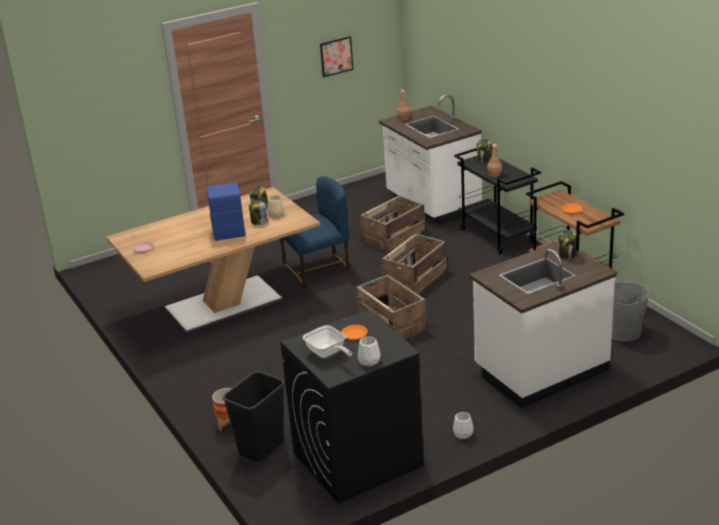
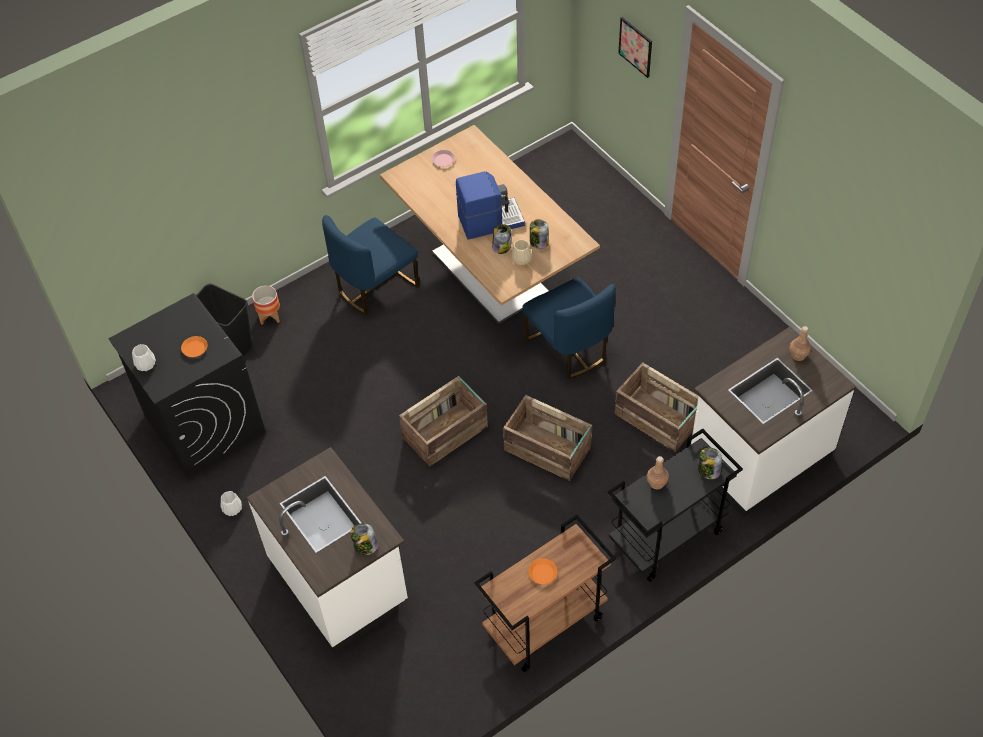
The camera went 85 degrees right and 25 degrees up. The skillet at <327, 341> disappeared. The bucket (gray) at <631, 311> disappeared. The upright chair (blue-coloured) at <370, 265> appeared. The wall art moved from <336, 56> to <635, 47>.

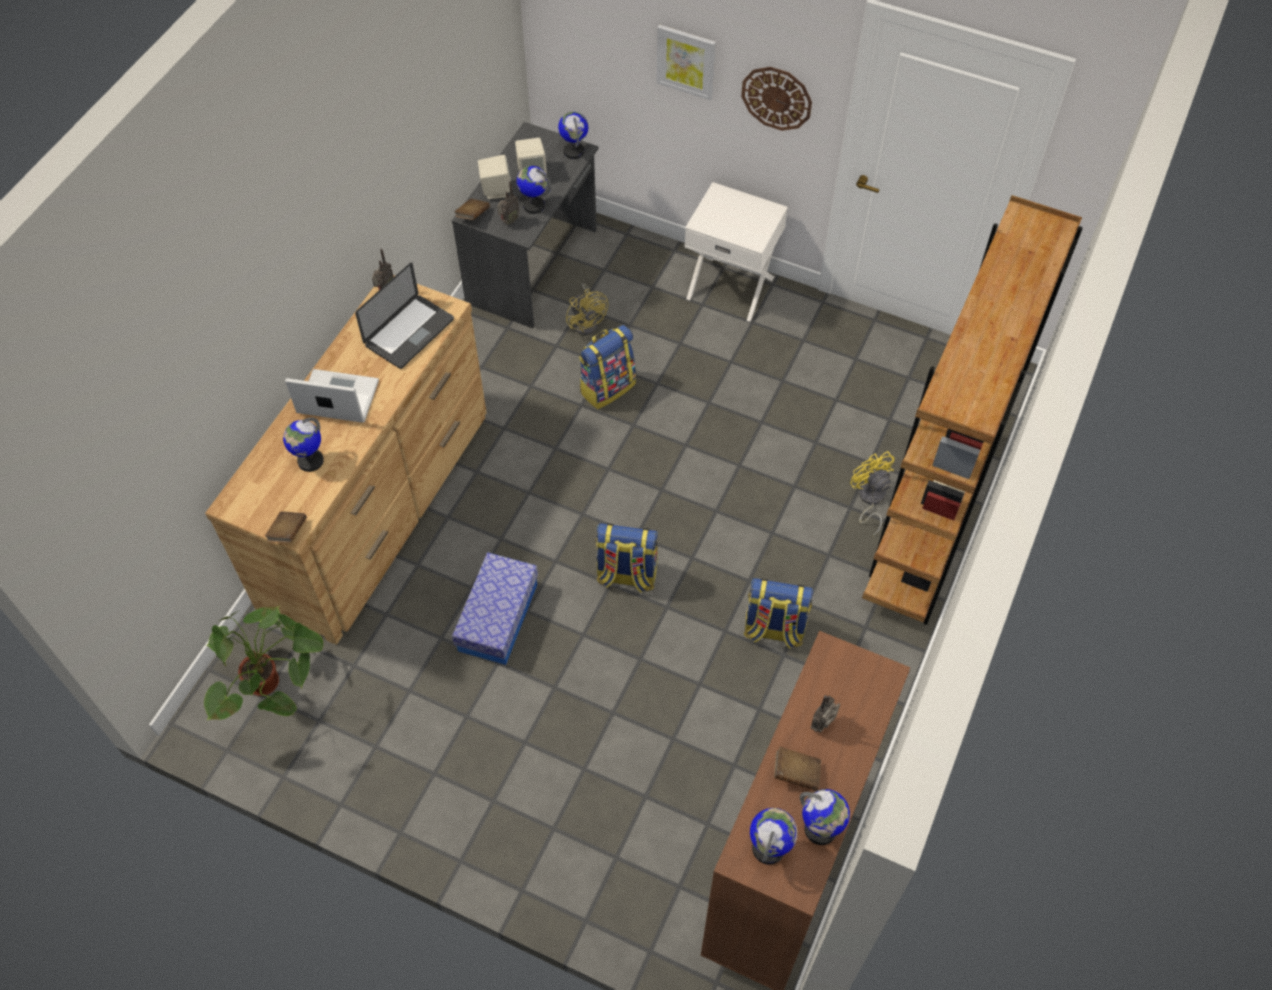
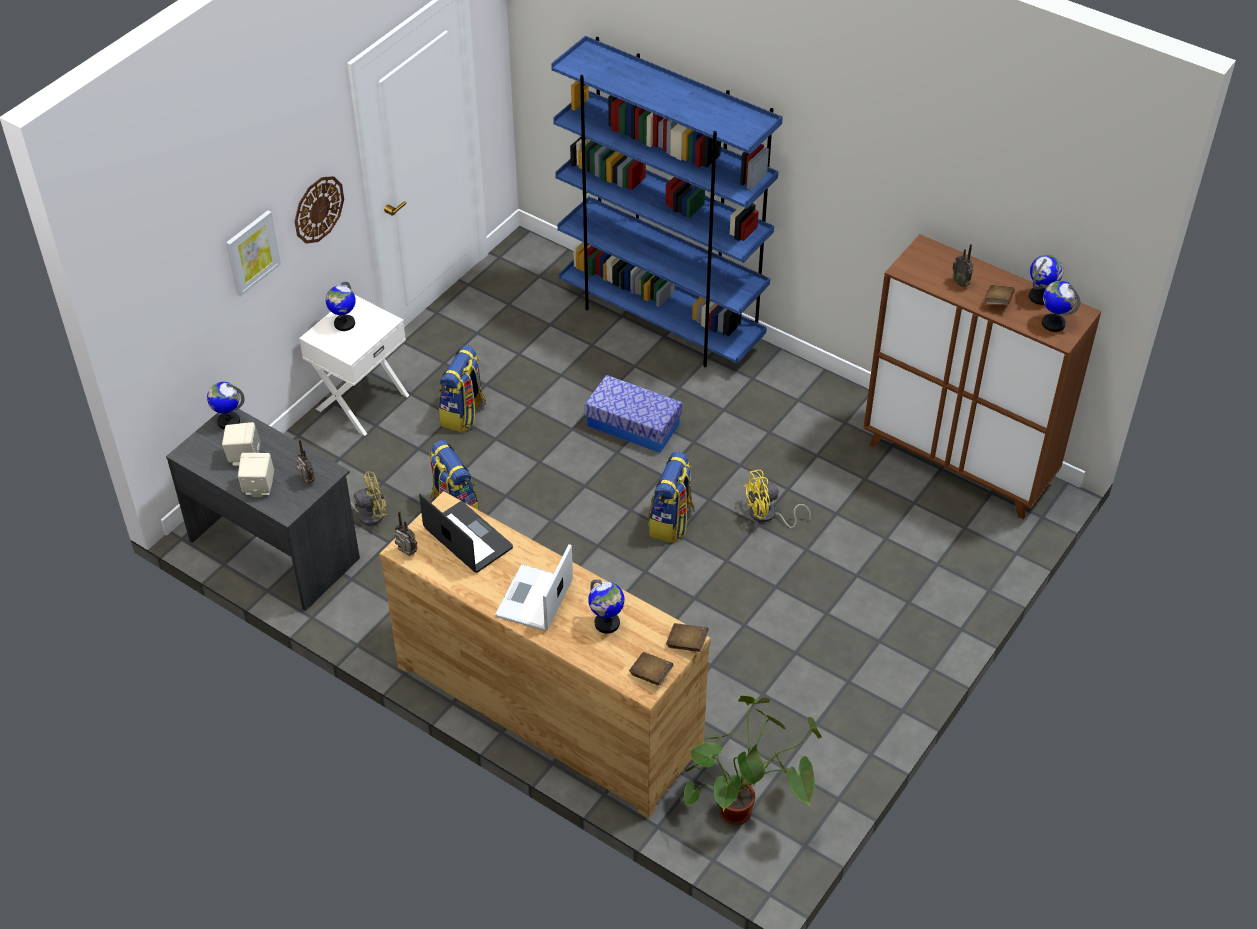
The camera went 80 degrees left and 10 degrees down. The storage box moved from <495, 608> to <633, 414>. The book (brownish) moved from <472, 209> to <651, 669>. The world globe moved from <534, 190> to <341, 306>. The backpack moved from <779, 613> to <462, 389>. The cooling fan (yellowish) moved from <872, 493> to <777, 499>. The bookcase (brownish) at <972, 410> became the bookcase (blue-coloured) at <667, 201>.

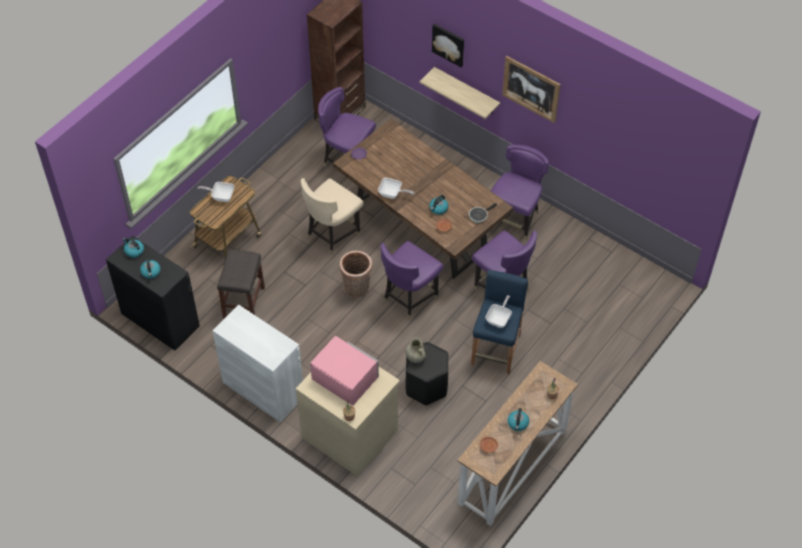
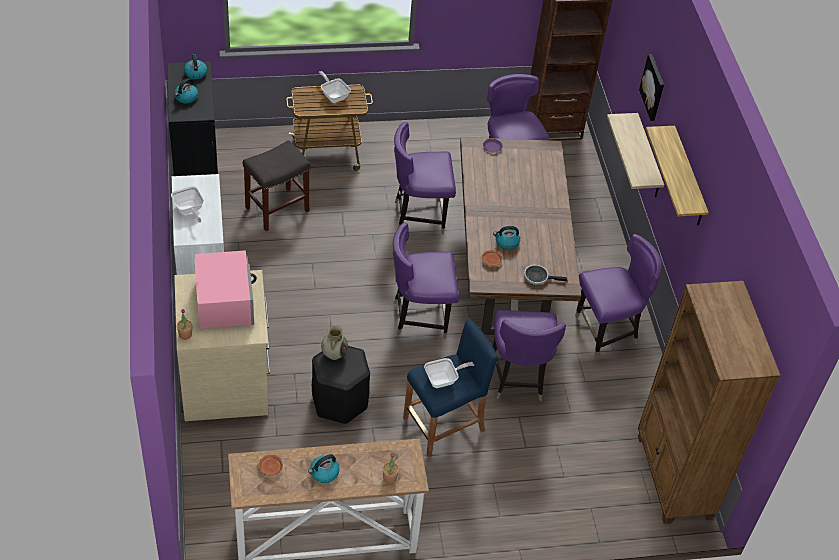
The camera went 40 degrees right and 5 degrees down. The storage basket at <356, 274> disappeared. The bookcase (brownish) at <709, 402> appeared. The skillet moved from <396, 188> to <187, 204>. The wall art at <531, 89> was replaced by the shelf at <677, 175>. The upright chair (sand-coloured) at <332, 216> became the upright chair (purple) at <425, 178>.

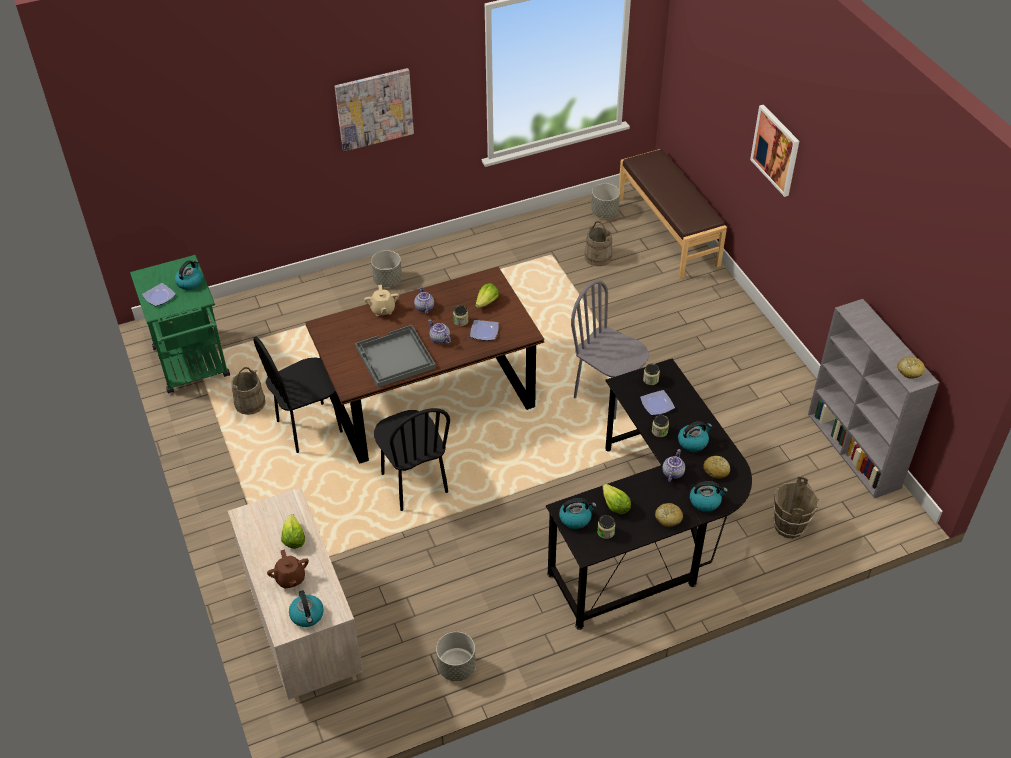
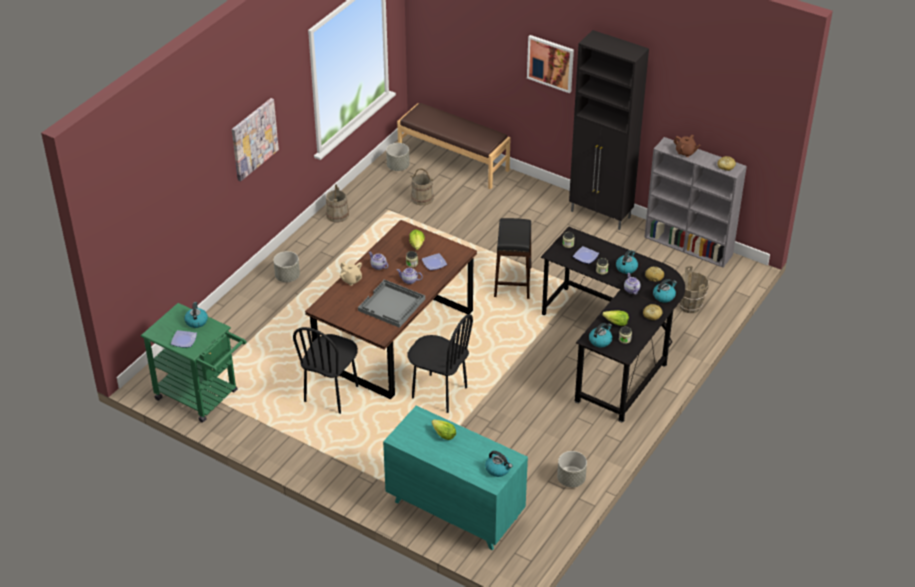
The camera went 35 degrees left and 5 degrees down. The cupboard (blackish) at <609, 130> appeared. The bucket (sand-coloured) moved from <248, 391> to <337, 203>. The pot for tea (brownish) moved from <288, 569> to <687, 146>. The upright chair (gray) at <610, 350> was replaced by the sitting stool (blackish) at <512, 258>. The chest of drawers (sand-coloured) at <295, 594> became the chest of drawers (turquoise-coloured) at <455, 478>.

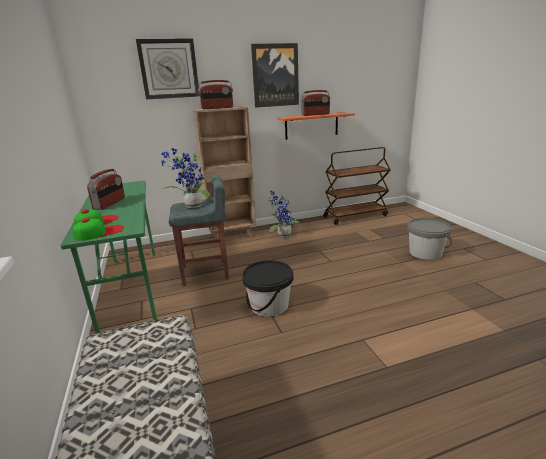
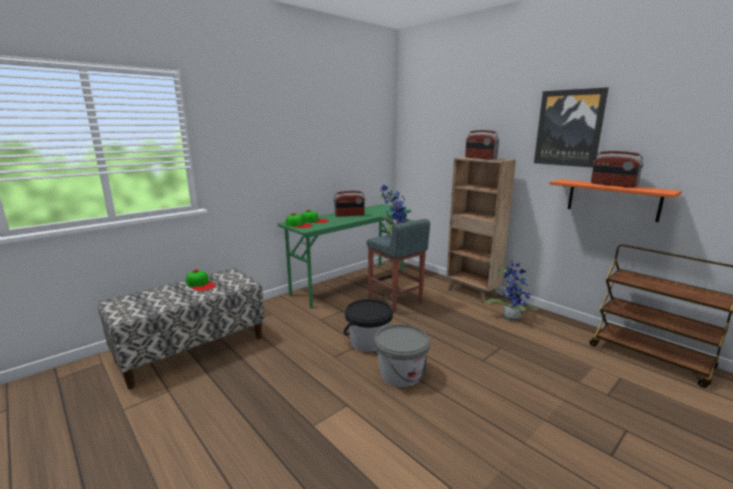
The camera went 65 degrees right and 5 degrees down. The clock on the wall at <168, 68> disappeared. The baseball cap at <201, 280> appeared. The bucket (gray) moved from <429, 239> to <402, 355>.

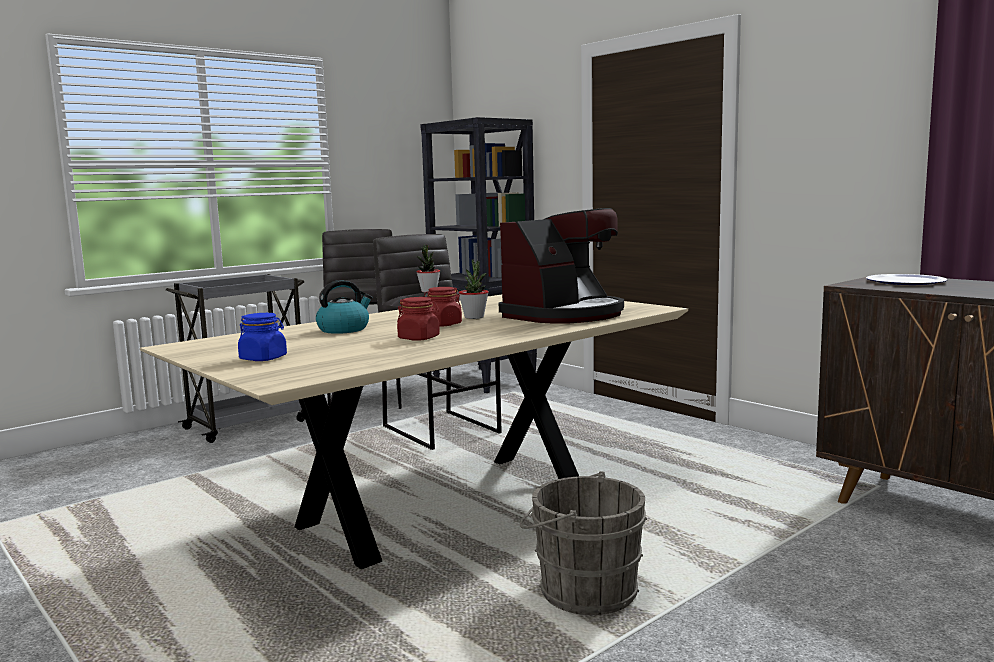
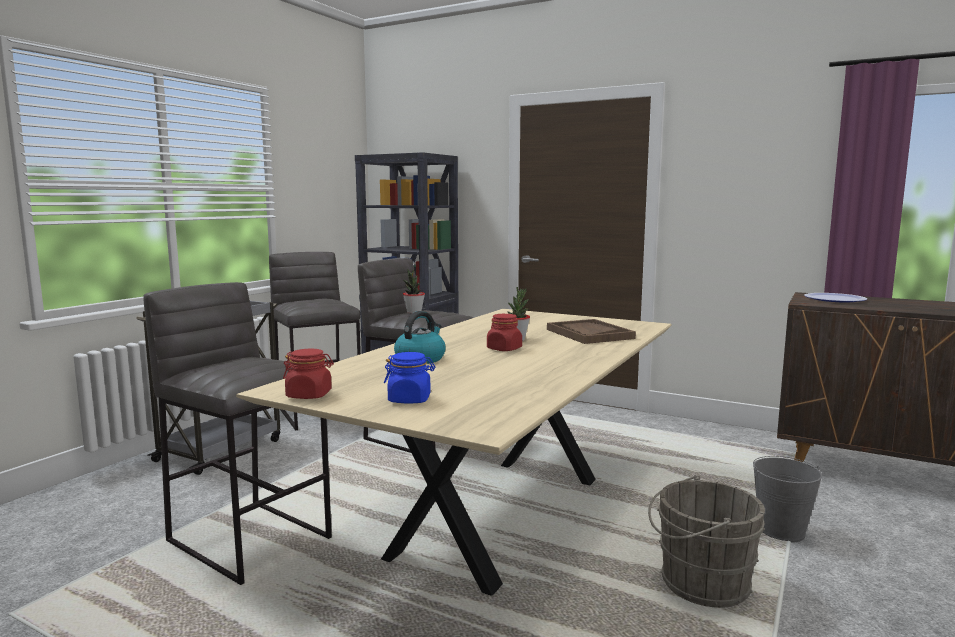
The camera went 20 degrees left and 0 degrees up. The sitting stool (gray) at <237, 433> appeared. The bucket (gray) at <787, 499> appeared. The preserve jar (reddish) moved from <418, 319> to <308, 374>. The coffee brewer at <561, 266> was replaced by the tray (brownish) at <591, 331>.

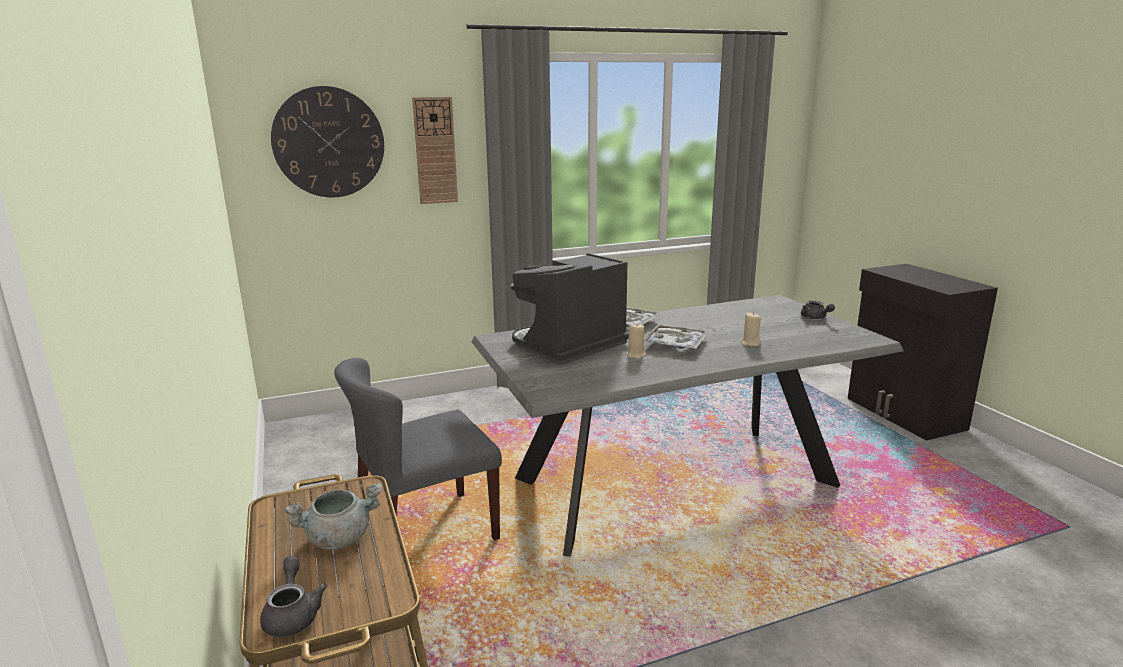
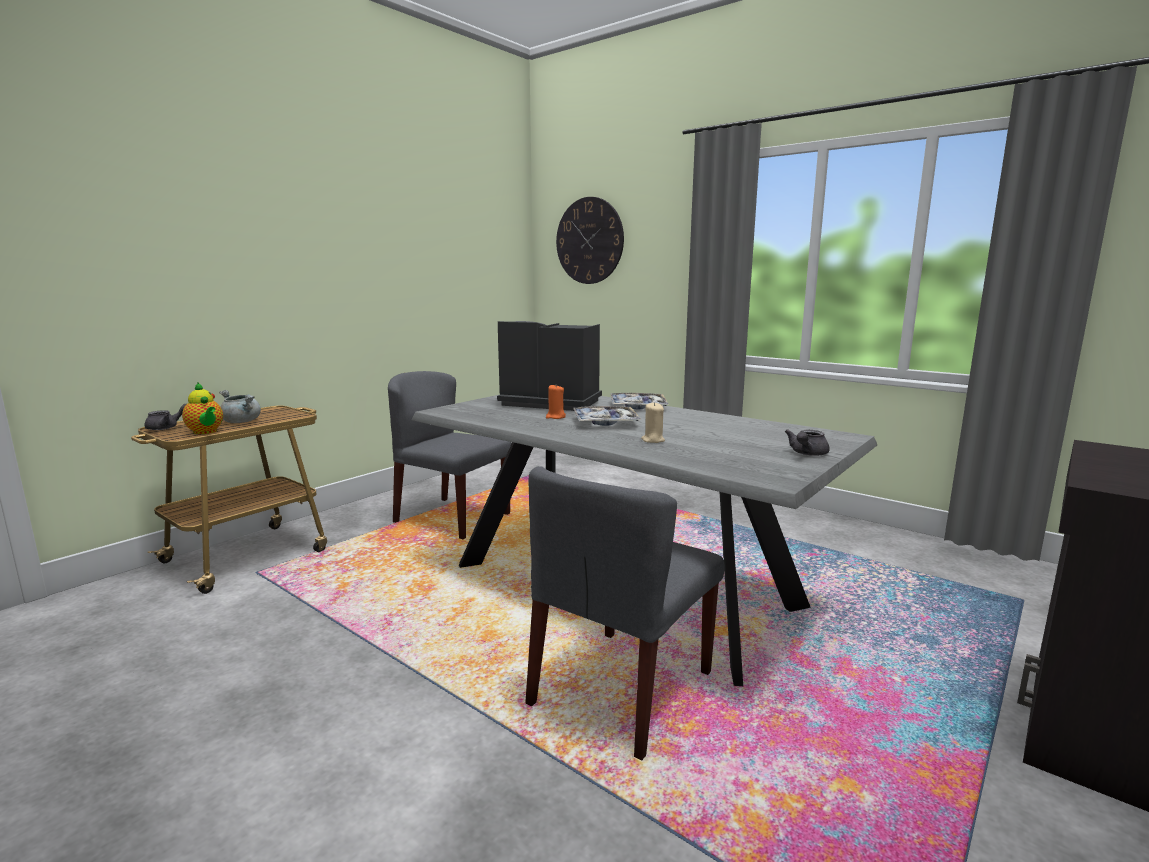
The camera went 60 degrees right and 5 degrees down. The clock on the wall at <435, 150> disappeared. The pot for tea at <202, 408> appeared. The upright chair (gray) at <625, 613> appeared. The wax candle (sand-coloured) at <636, 341> became the wax candle (orangey) at <556, 402>.

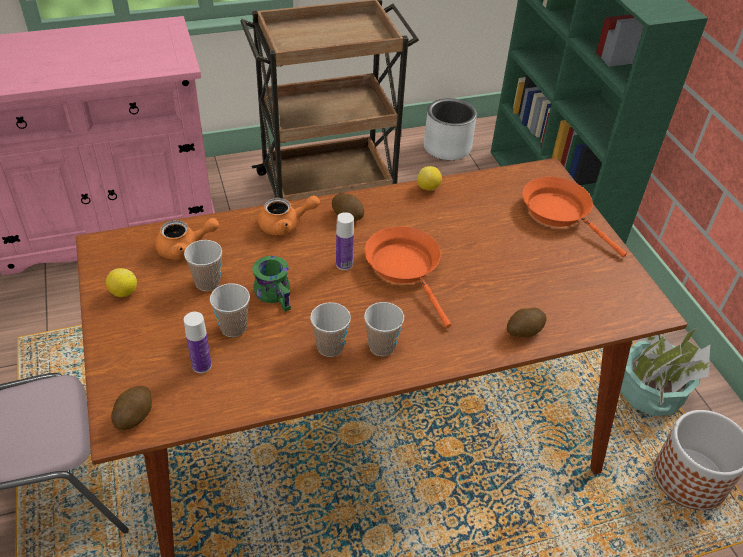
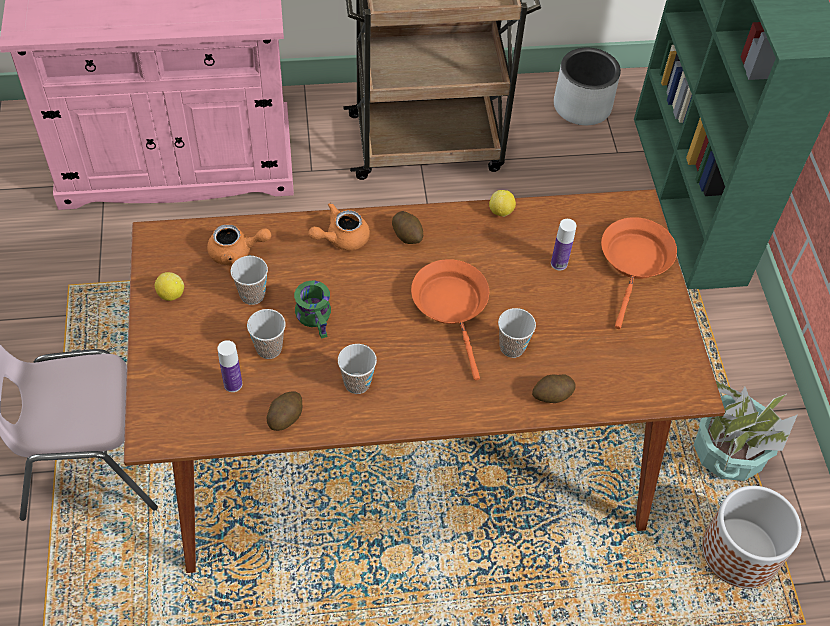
The camera went 10 degrees right and 10 degrees up. The spud moved from <131, 408> to <284, 411>. The bottle moved from <345, 241> to <563, 244>. The cup moved from <384, 329> to <517, 333>. The pot for tea (orangey) at <289, 215> turned 150 degrees clockwise. The skillet (orangey) at <574, 217> turned 45 degrees clockwise.

